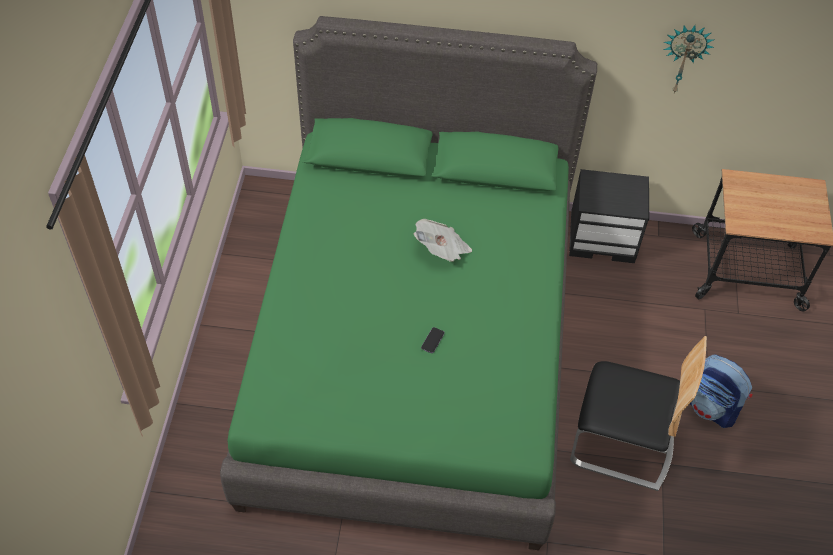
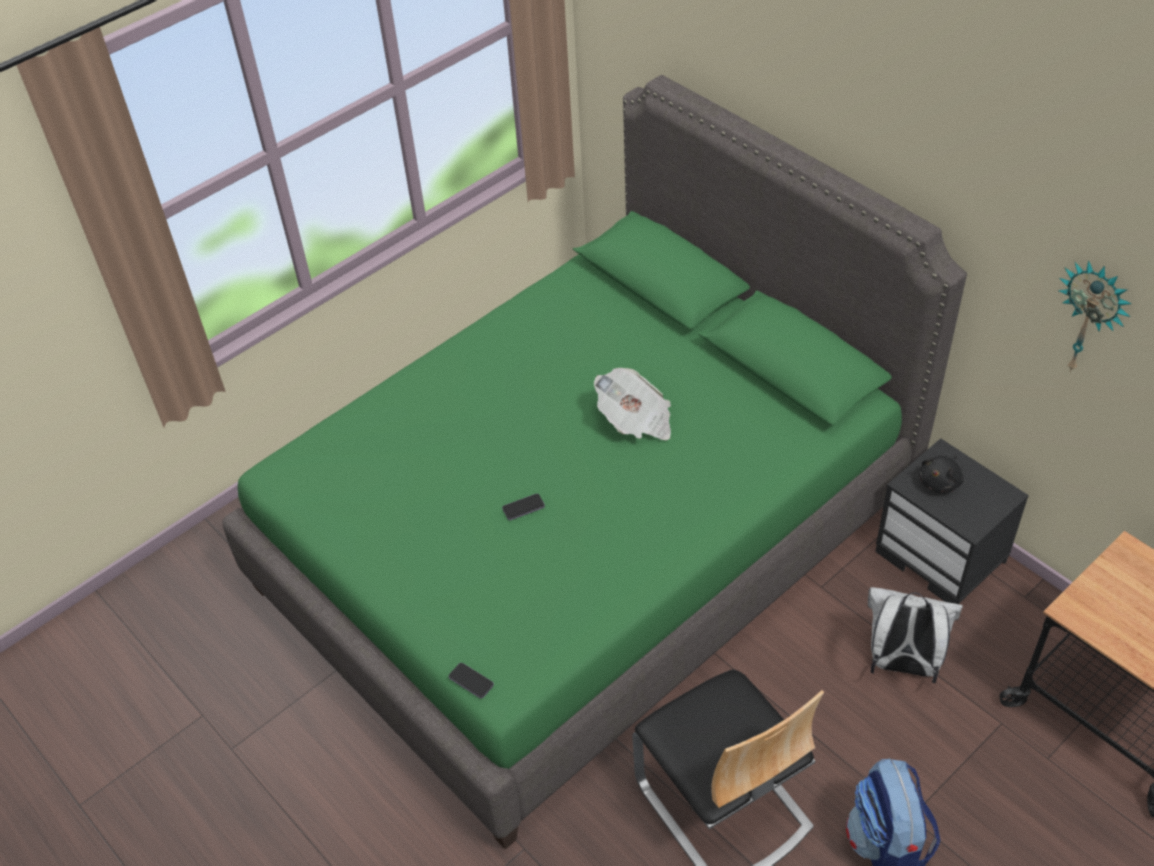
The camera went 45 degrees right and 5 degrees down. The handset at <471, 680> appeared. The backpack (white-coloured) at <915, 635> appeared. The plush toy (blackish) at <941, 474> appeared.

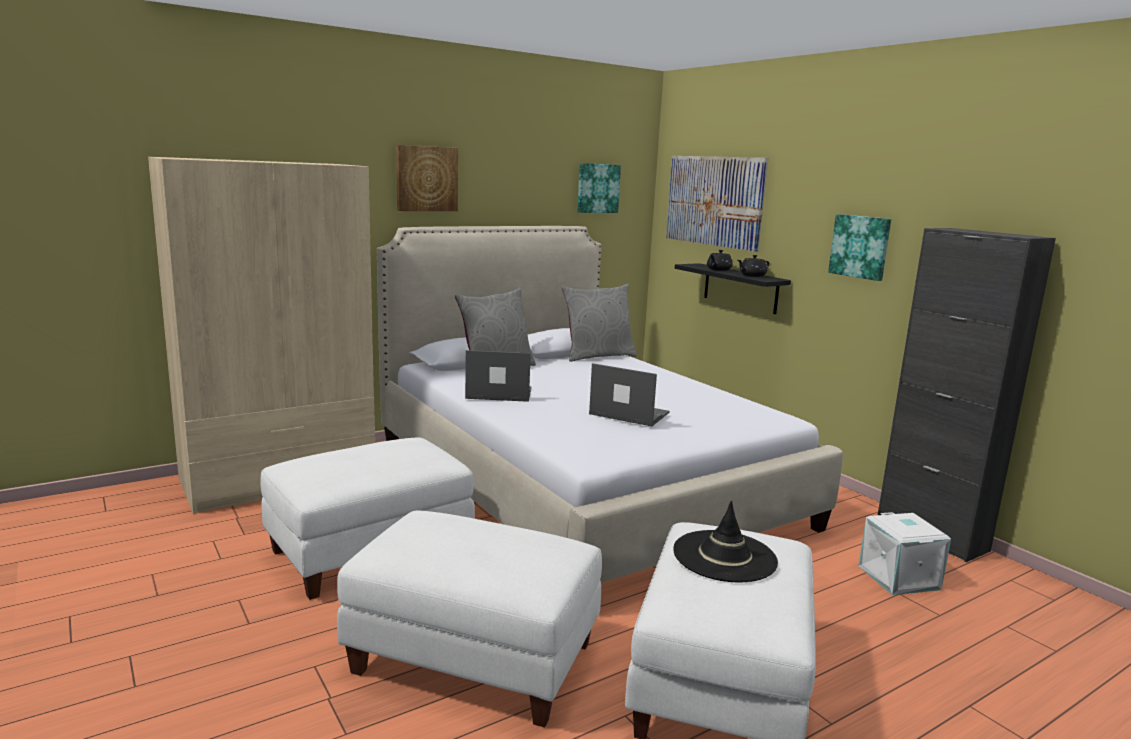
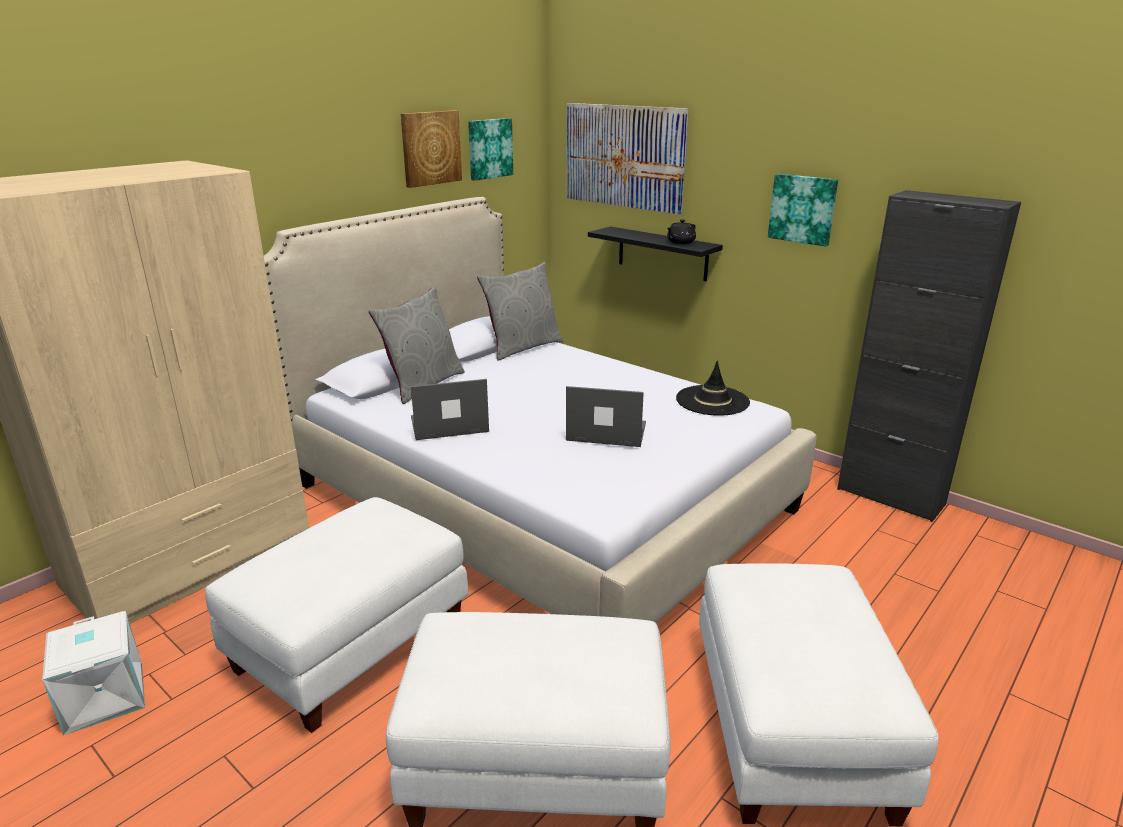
The camera went 15 degrees left and 10 degrees up. The pot for tea (blackish) at <720, 260> disappeared. The wall art moved from <427, 178> to <431, 149>. The wearable hat (blackish) moved from <725, 541> to <713, 388>. The storage box (white-coloured) moved from <904, 553> to <93, 673>.

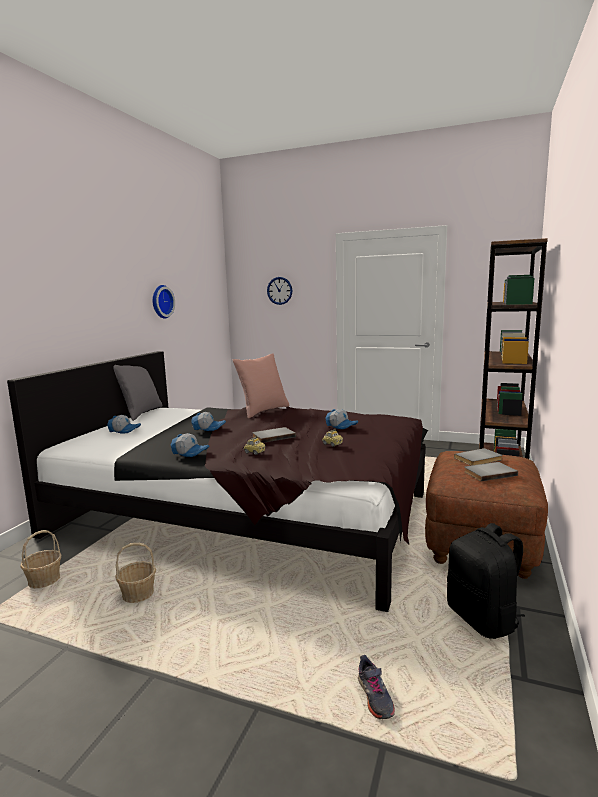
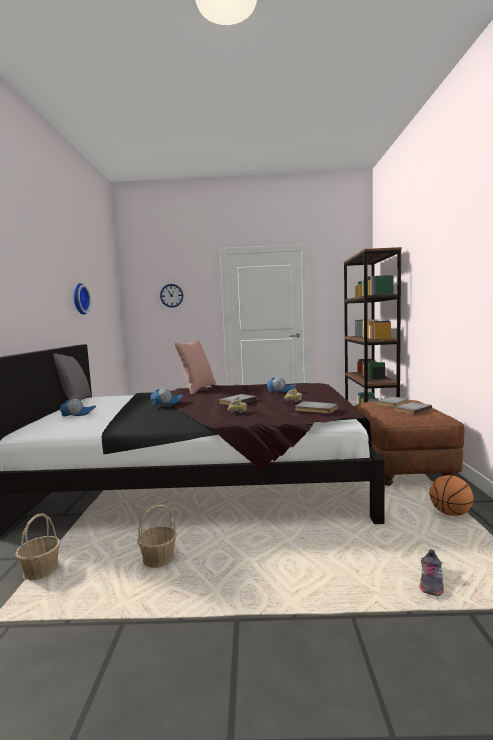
The camera went 20 degrees left and 5 degrees down. The baseball cap at <190, 445> disappeared. The book (gray) at <316, 407> appeared. The backpack (blackish) at <486, 581> was replaced by the basketball ball at <451, 495>. The shoe (gray) at <376, 687> turned 60 degrees clockwise.

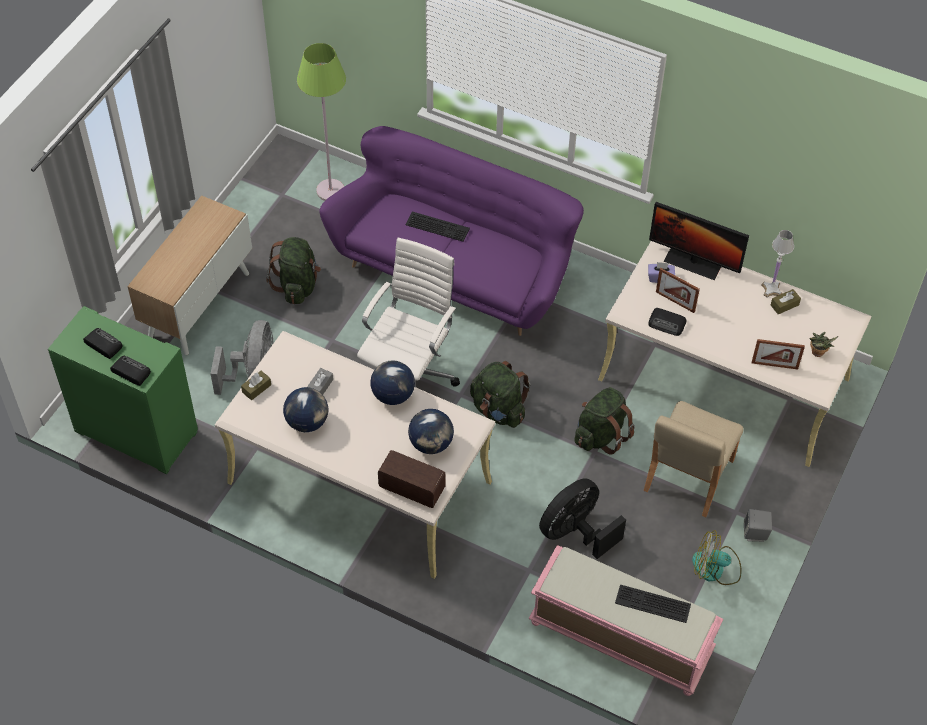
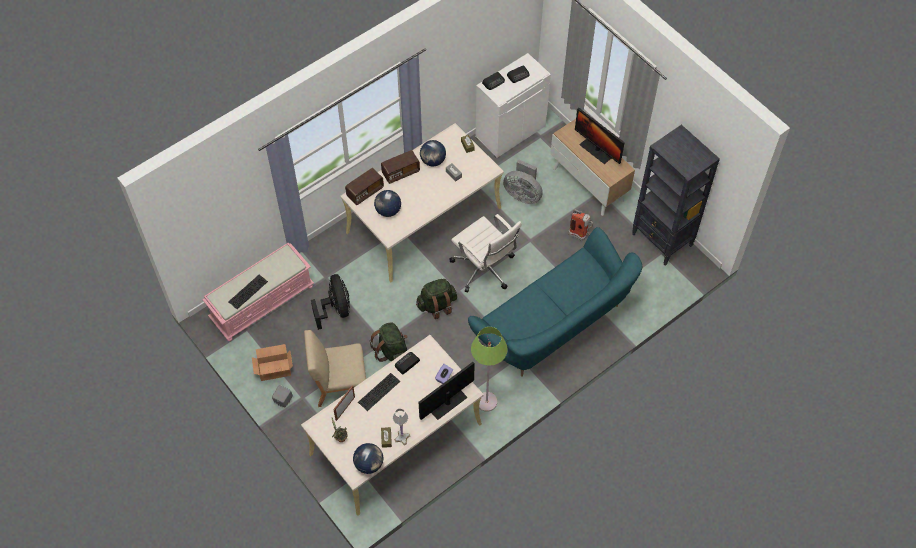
The camera went 115 degrees right and 5 degrees up. The standing frame at <678, 290> disappeared. The radio at <400, 167> appeared. The monitor at <600, 136> appeared. The bookcase (blackish) at <676, 195> appeared. The floor lamp (greenish) moved from <321, 122> to <489, 369>. The world globe moved from <392, 382> to <368, 458>. The keyboard moved from <438, 227> to <379, 392>. The backpack (greenish) at <293, 270> was replaced by the fire-fighting cylinder at <580, 225>. The cooling fan at <717, 557> was replaced by the cardboard box at <272, 362>. The cupboard (greenish) at <123, 390> became the cupboard (white-coloured) at <513, 105>. The sofa (purple) at <451, 231> became the sofa (turquoise-coloured) at <555, 302>. The upright chair (sand-coloured) at <693, 459> turned 60 degrees counterclockwise.

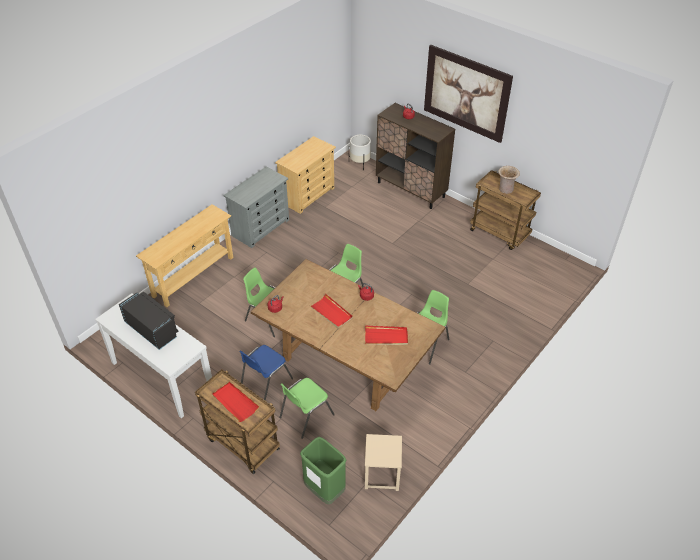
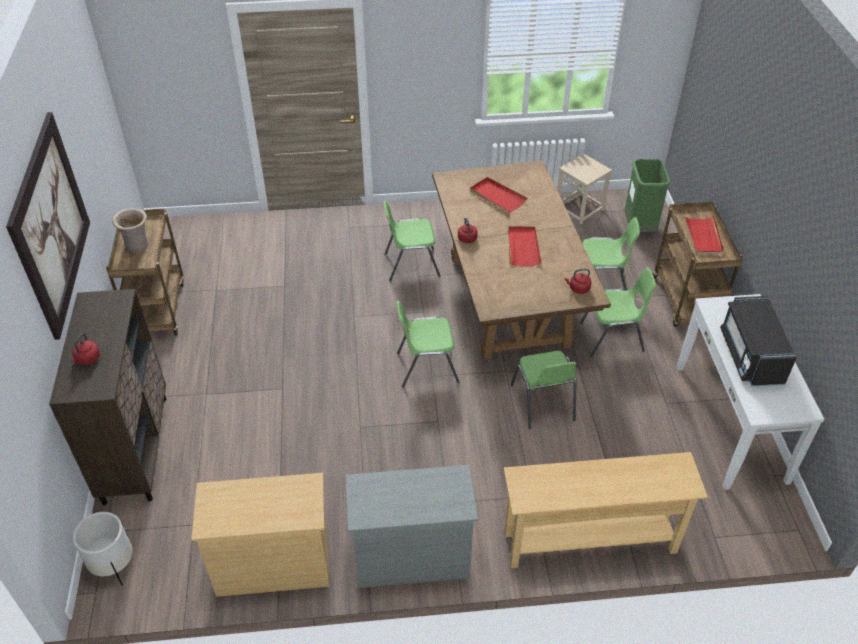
The camera went 135 degrees left and 0 degrees up. The upright chair (blue-coloured) at <266, 373> became the upright chair (greenish) at <618, 312>.

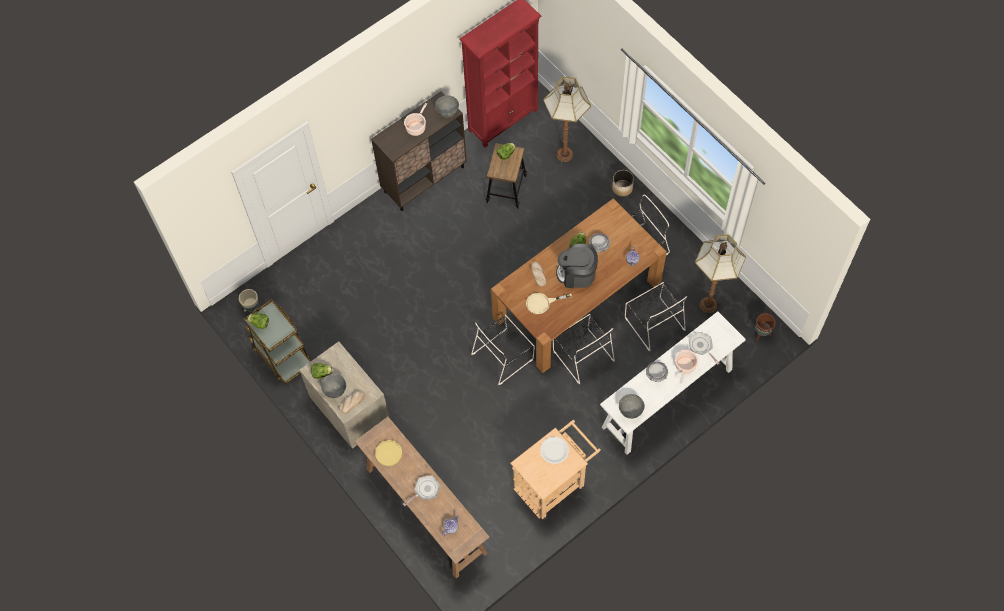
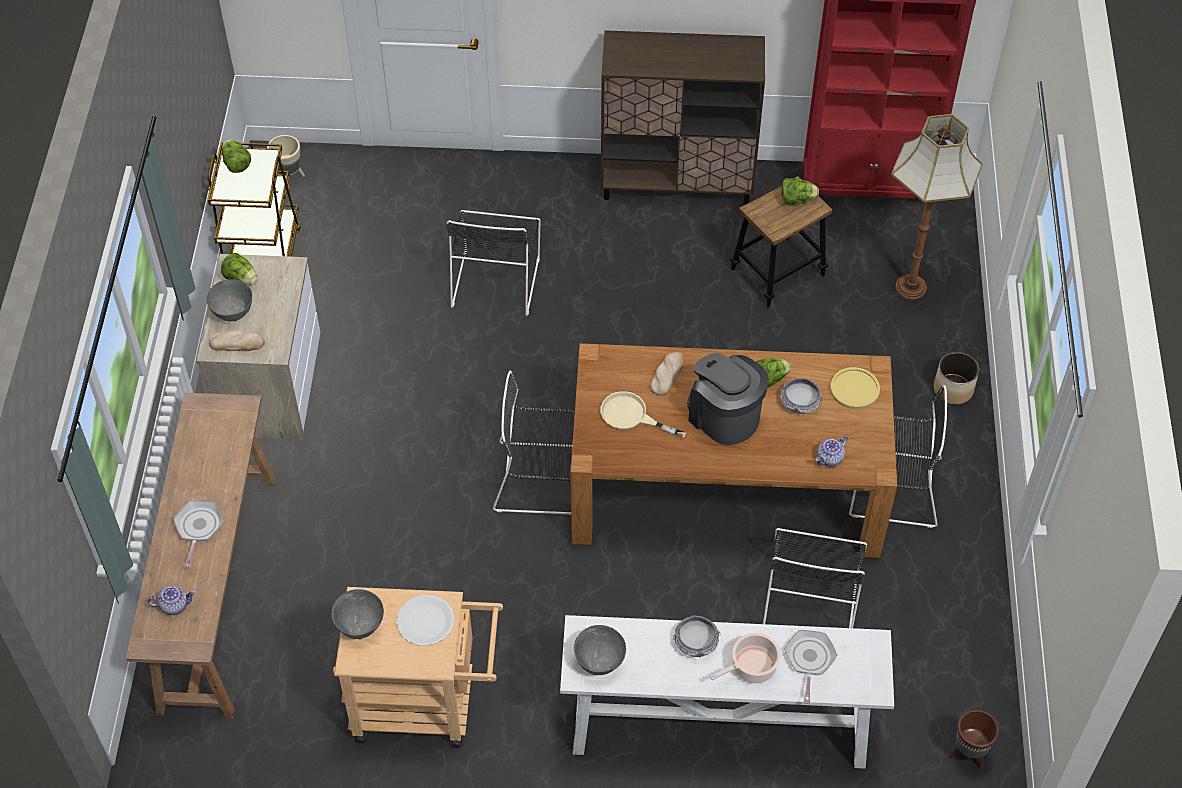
The camera went 40 degrees right and 10 degrees down. The cooking pot at <415, 119> disappeared. The floor lamp at <720, 273> disappeared. The plate (yellowish) moved from <388, 453> to <855, 388>. The bowl (gray) moved from <447, 106> to <358, 614>. The upright chair (blackish) moved from <584, 349> to <493, 263>. The skillet at <422, 491> turned 90 degrees counterclockwise.

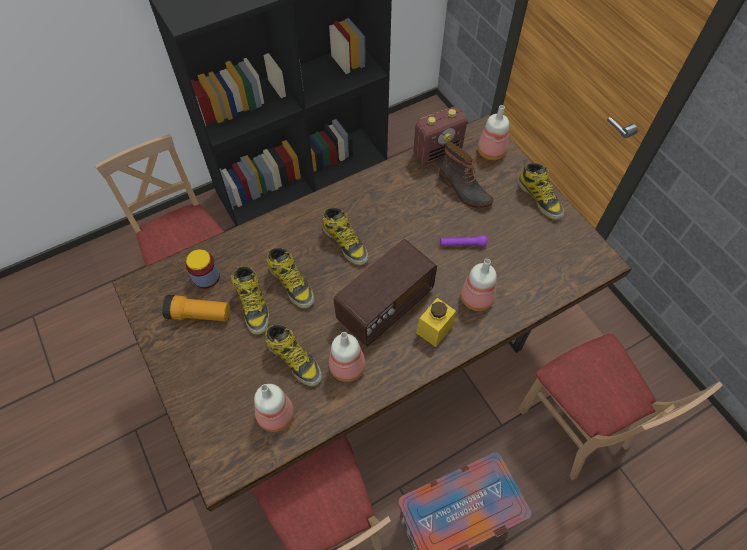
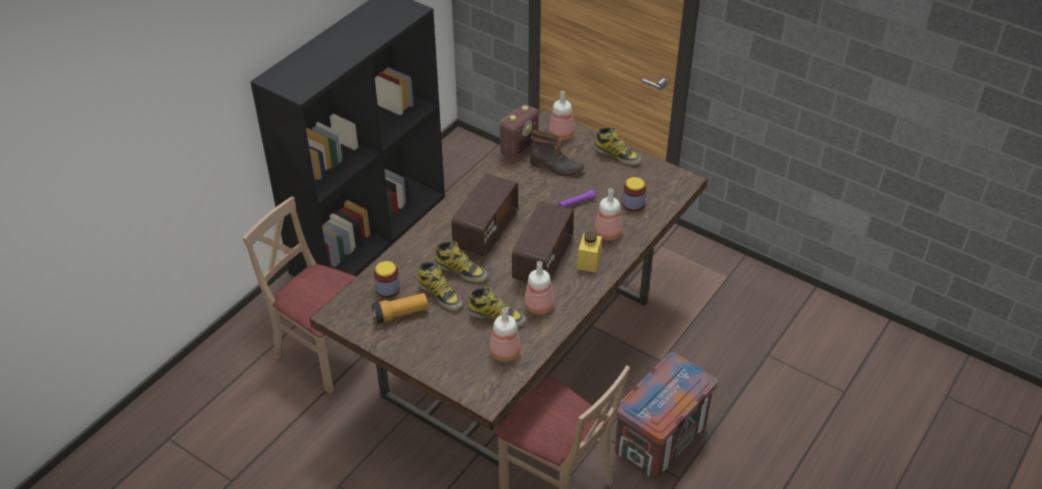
The camera went 25 degrees left and 15 degrees down. The upright chair (sand-coloured) at <620, 407> disappeared. The preserve jar at <634, 194> appeared. The tall boot at <345, 236> was replaced by the radio at <484, 214>.

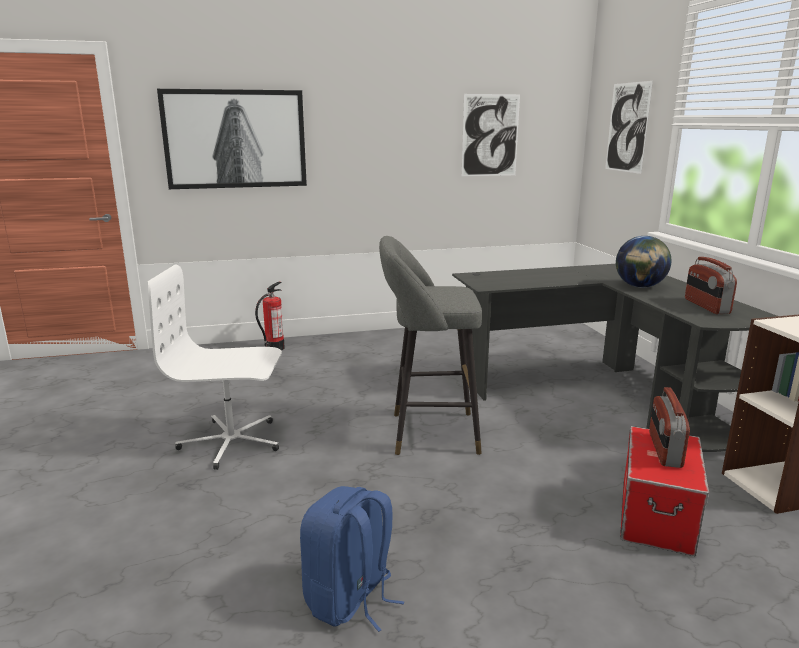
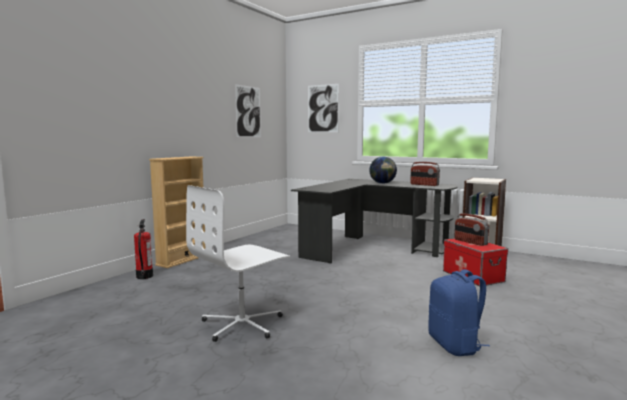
The camera went 45 degrees left and 10 degrees down. The wall art at <232, 139> disappeared. The sitting stool (gray) at <430, 345> disappeared. The bookcase (sand-coloured) at <177, 212> appeared.

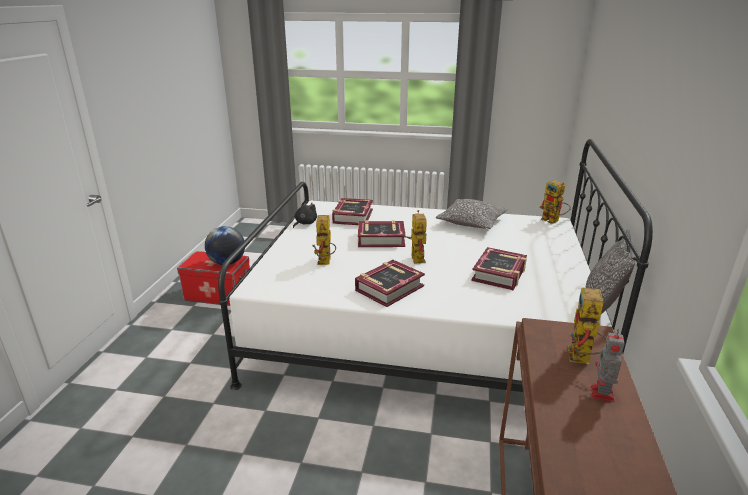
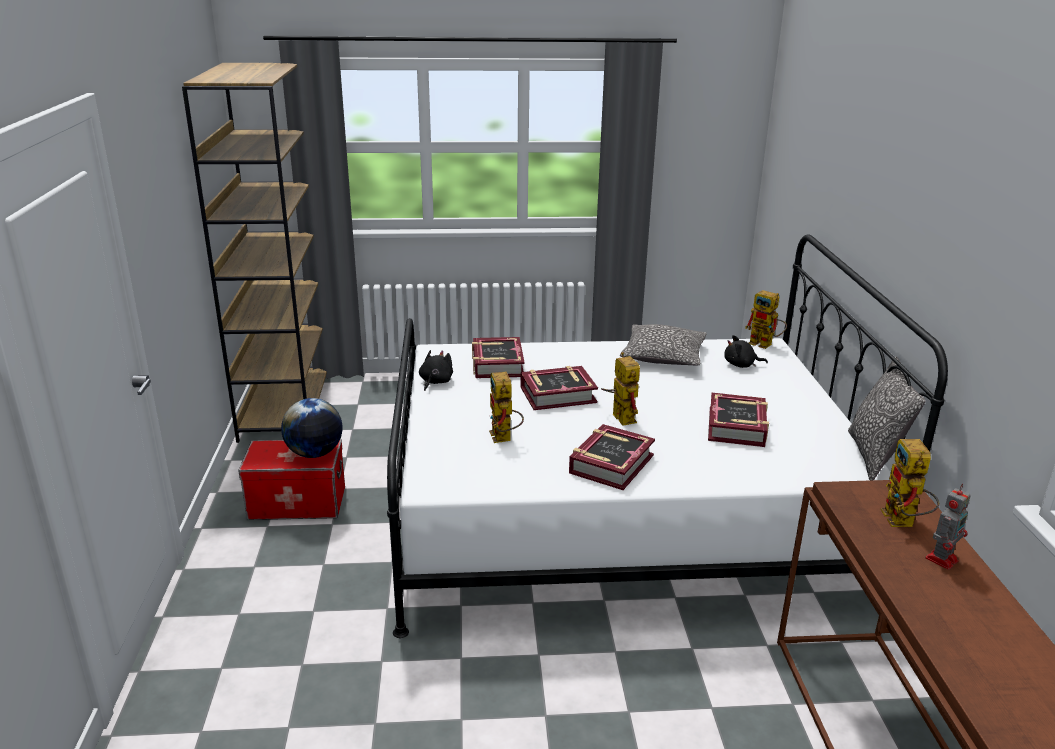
The camera went 15 degrees left and 0 degrees up. The bookcase (brownish) at <254, 253> appeared. The plush toy (blackish) at <746, 351> appeared. The toy robot at <607, 365> turned 135 degrees counterclockwise.

